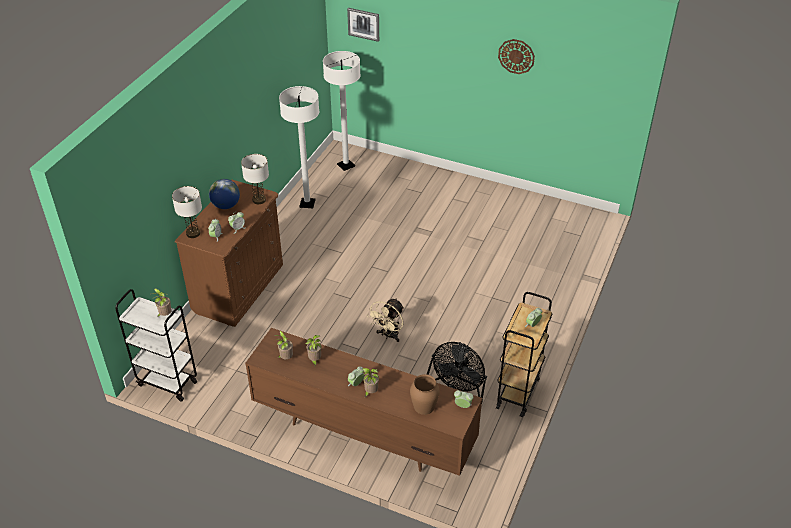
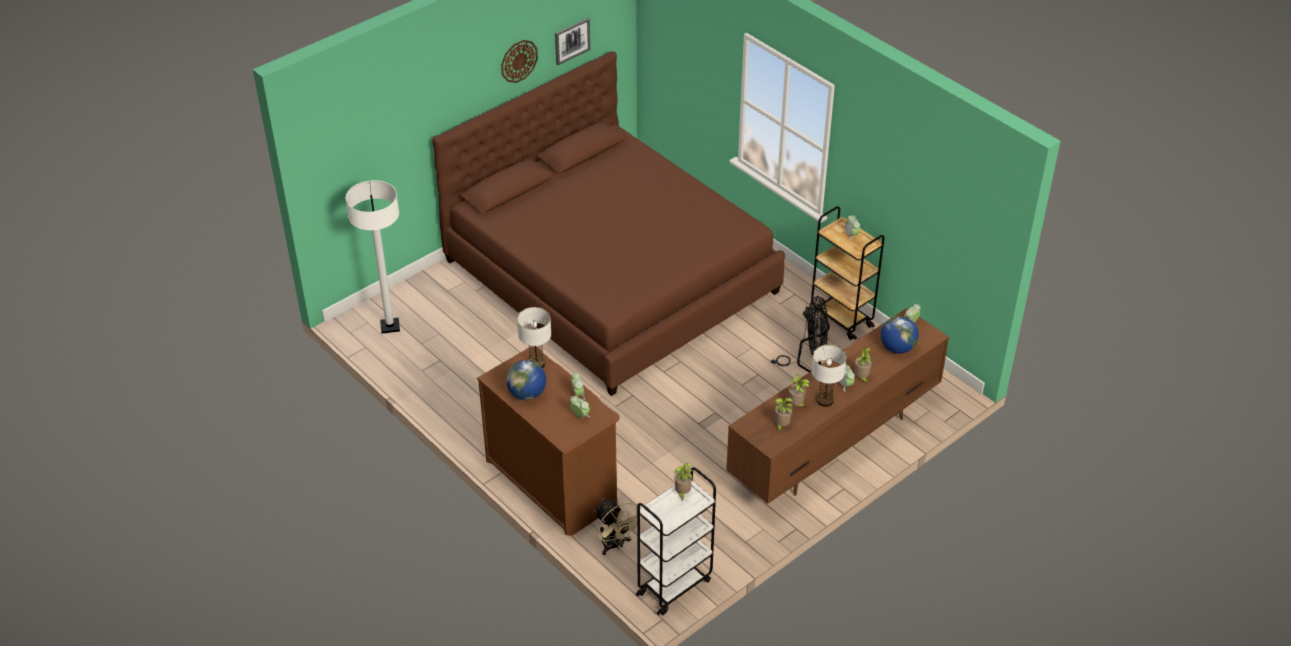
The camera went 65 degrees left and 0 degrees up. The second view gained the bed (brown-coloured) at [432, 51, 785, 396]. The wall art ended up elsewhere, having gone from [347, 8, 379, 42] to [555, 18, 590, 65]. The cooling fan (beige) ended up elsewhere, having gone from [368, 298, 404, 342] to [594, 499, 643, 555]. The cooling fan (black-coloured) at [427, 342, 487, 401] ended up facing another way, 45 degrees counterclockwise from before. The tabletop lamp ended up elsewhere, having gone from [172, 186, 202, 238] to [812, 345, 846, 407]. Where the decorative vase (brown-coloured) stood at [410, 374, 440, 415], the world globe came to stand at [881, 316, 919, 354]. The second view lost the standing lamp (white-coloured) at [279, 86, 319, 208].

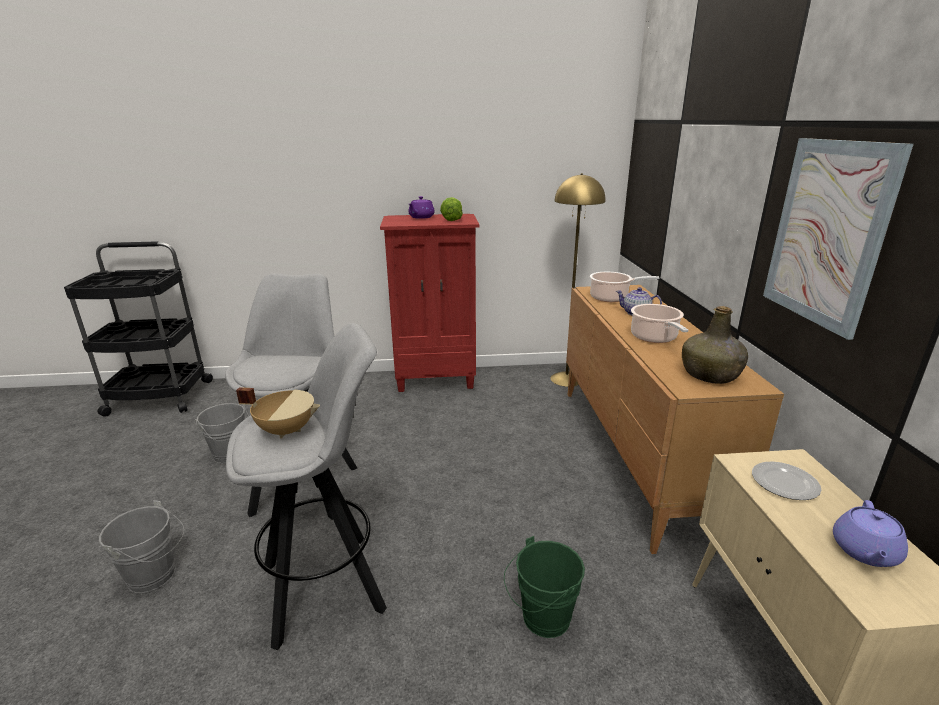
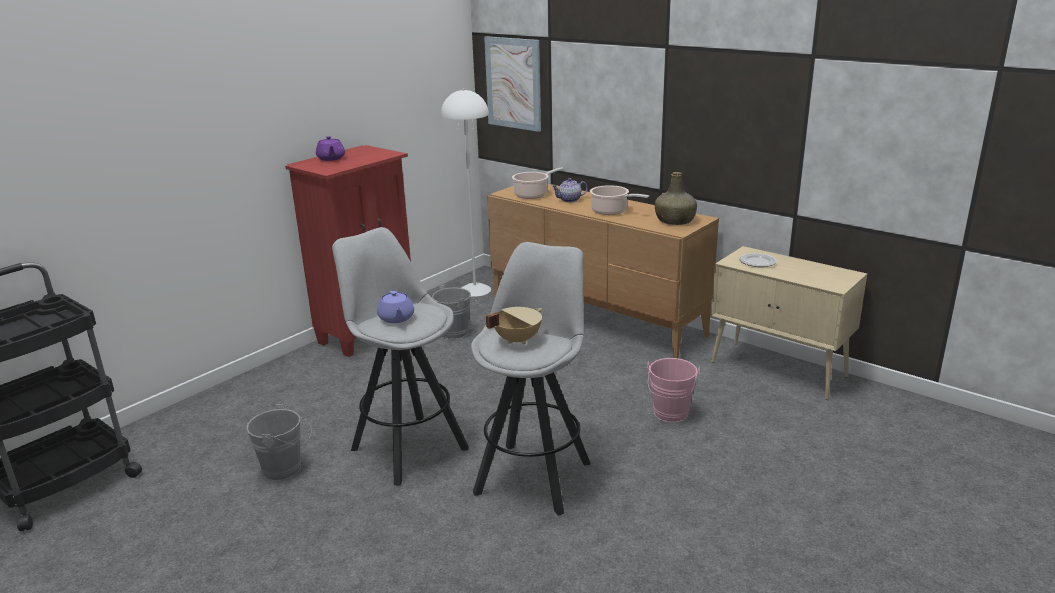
The camera went 45 degrees left and 0 degrees up. The teapot (purplish) ended up elsewhere, having gone from [833, 500, 908, 567] to [377, 291, 414, 323]. The water bucket (greyish) ended up elsewhere, having gone from [99, 500, 184, 593] to [432, 285, 479, 339]. What was the standing lamp (yellow) at [550, 173, 606, 387] turned into the standing lamp (white-coloured) at [441, 89, 491, 297]. The wall art ended up elsewhere, having gone from [763, 138, 914, 340] to [484, 36, 541, 132]. What was the water bucket (greenish) at [504, 536, 585, 638] turned into the water bucket (pinkish) at [647, 358, 700, 422]. The second view lost the head of lettuce at [440, 197, 463, 221].

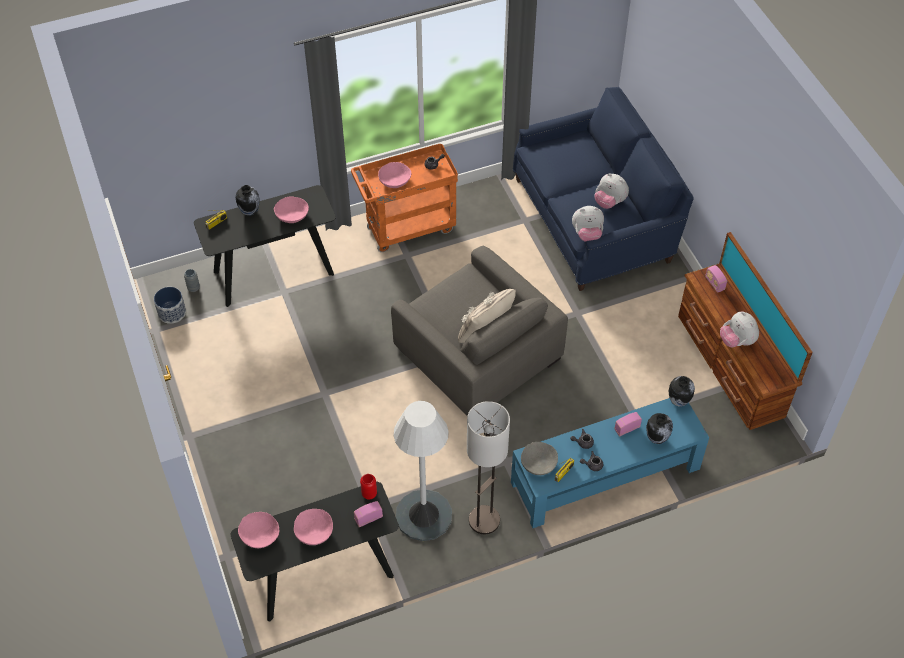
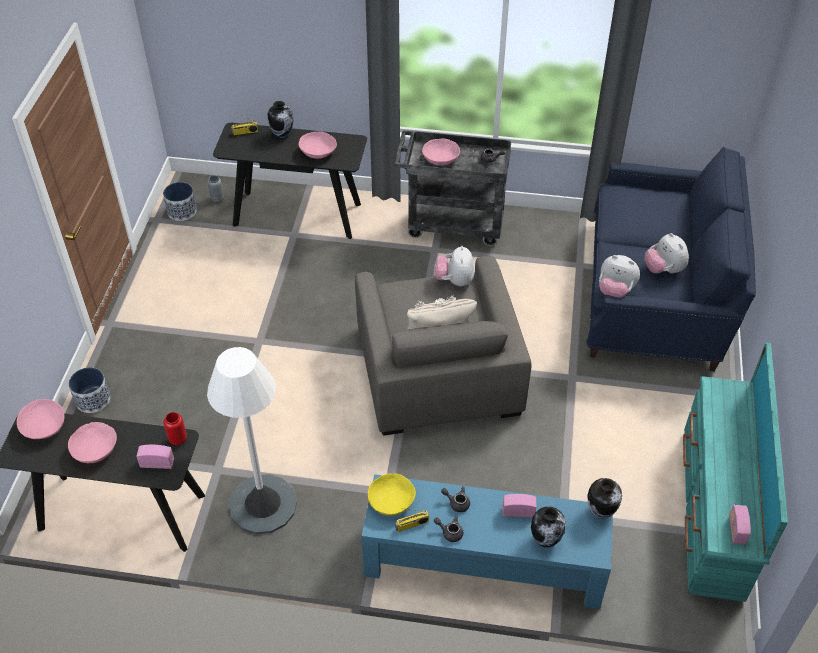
The camera went 30 degrees right and 5 degrees down. The second view gained the flower pot at [69, 367, 110, 413]. What was the deep dish (greyish) at [521, 442, 558, 475] turned into the deep dish (yellow) at [368, 473, 416, 516]. What was the wheeled cart (orange) at [351, 144, 458, 252] turned into the wheeled cart (black-coloured) at [395, 131, 511, 246]. The soft toy ended up elsewhere, having gone from [720, 312, 759, 347] to [435, 246, 475, 287]. What was the chest of drawers (brown-coloured) at [678, 232, 813, 430] turned into the chest of drawers (turquoise-coloured) at [683, 343, 788, 602]. The radio receiver ended up elsewhere, having gone from [705, 265, 727, 293] to [729, 505, 751, 545]. The second view lost the standing lamp at [467, 401, 510, 534].

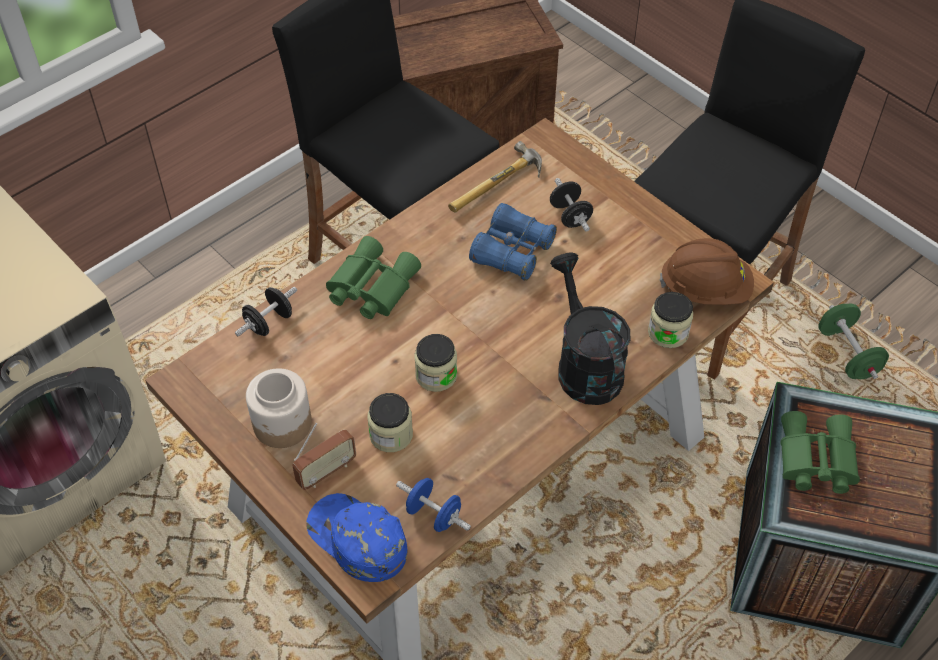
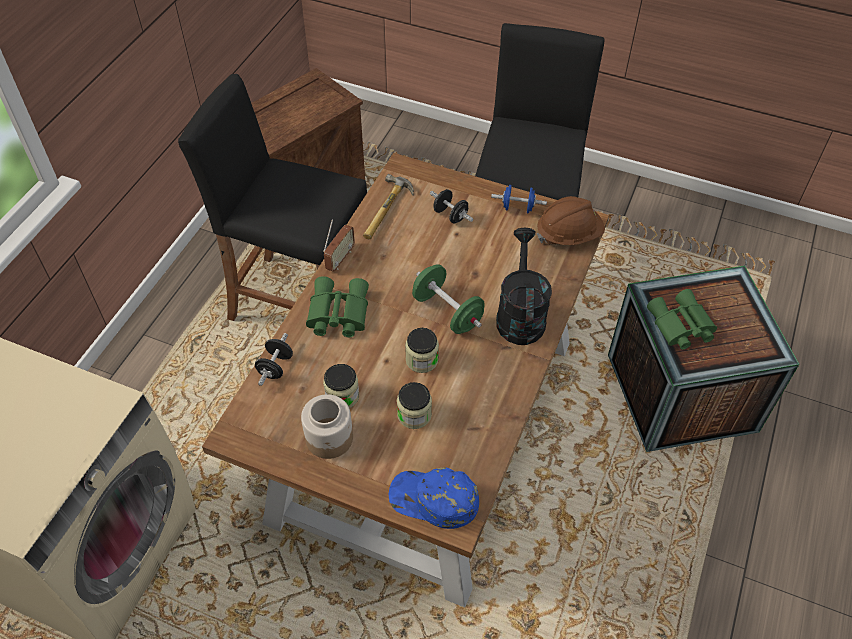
The camera went 25 degrees left and 0 degrees up. The radio receiver ended up elsewhere, having gone from [292, 423, 356, 490] to [323, 220, 355, 272]. The storage jar ended up elsewhere, having gone from [648, 292, 693, 348] to [323, 364, 359, 408]. The dumbbell (greenish) ended up elsewhere, having gone from [818, 304, 889, 379] to [412, 264, 485, 334]. The dumbbell (bluish) ended up elsewhere, having gone from [396, 478, 471, 532] to [491, 185, 547, 213]. The watering can (black-coloured) at [550, 252, 631, 405] ended up facing another way, 45 degrees clockwise from before. The second view lost the binoculars (bluish) at [469, 203, 557, 281].

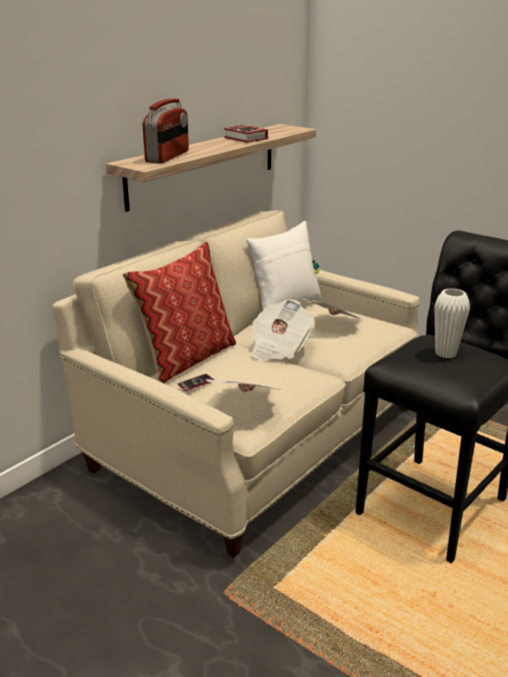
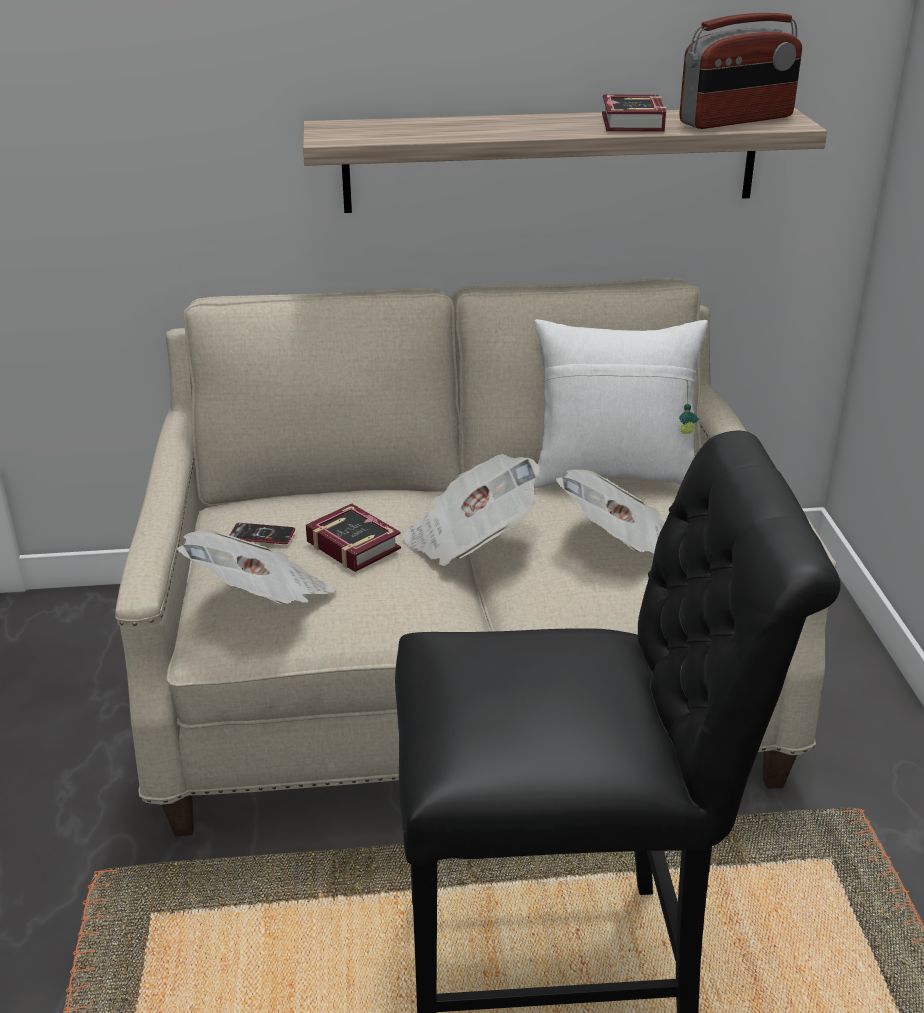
The camera went 45 degrees right and 5 degrees up. The second view gained the book at [306, 503, 401, 572]. The radio receiver ended up elsewhere, having gone from [142, 99, 189, 164] to [680, 13, 802, 129]. The second view lost the throw pillow at [123, 241, 236, 383]. The second view lost the decorative vase (white-coloured) at [435, 288, 470, 358].

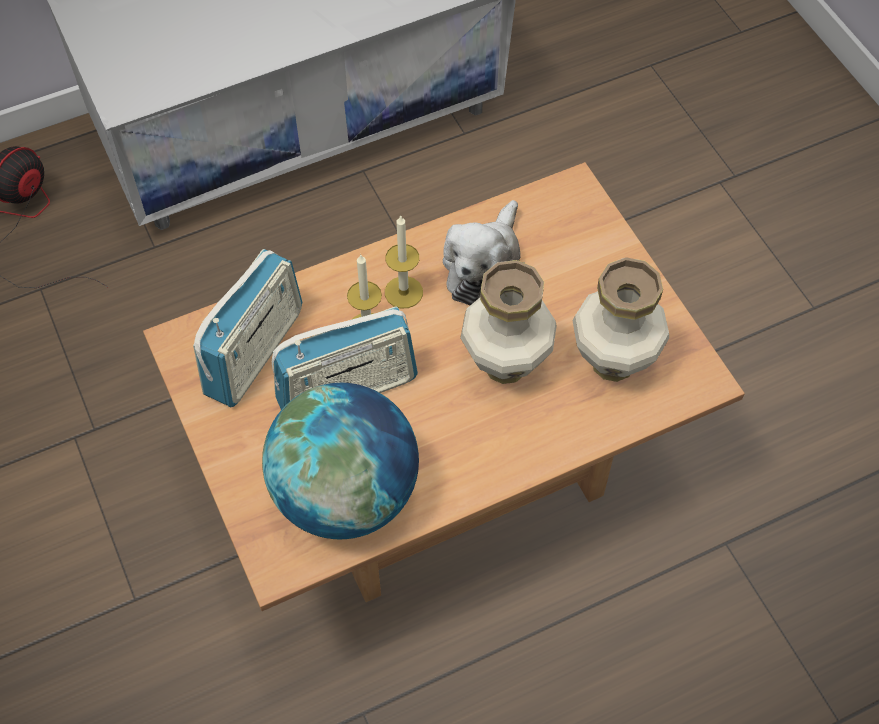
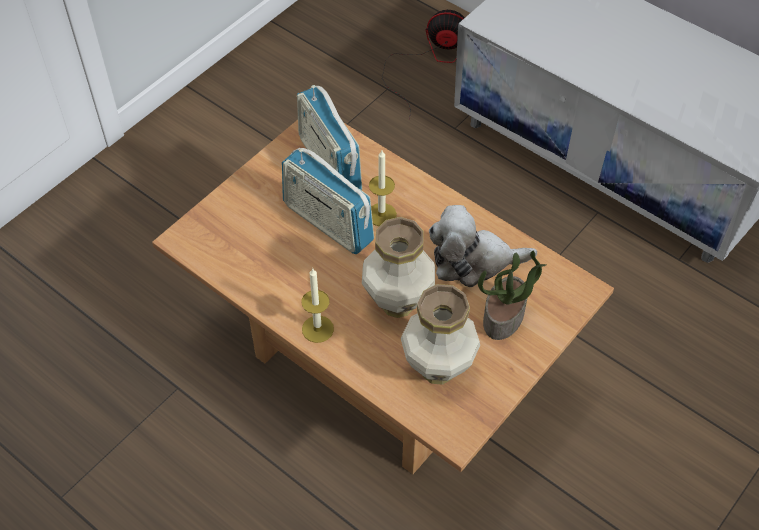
The camera went 65 degrees right and 5 degrees down. The radio receiver at [193, 249, 302, 407] ended up facing another way, 60 degrees clockwise from before. The wax candle ended up elsewhere, having gone from [385, 215, 423, 308] to [302, 269, 334, 343]. The second view gained the potted plant at [478, 251, 546, 340]. The second view lost the world globe at [262, 383, 419, 539].

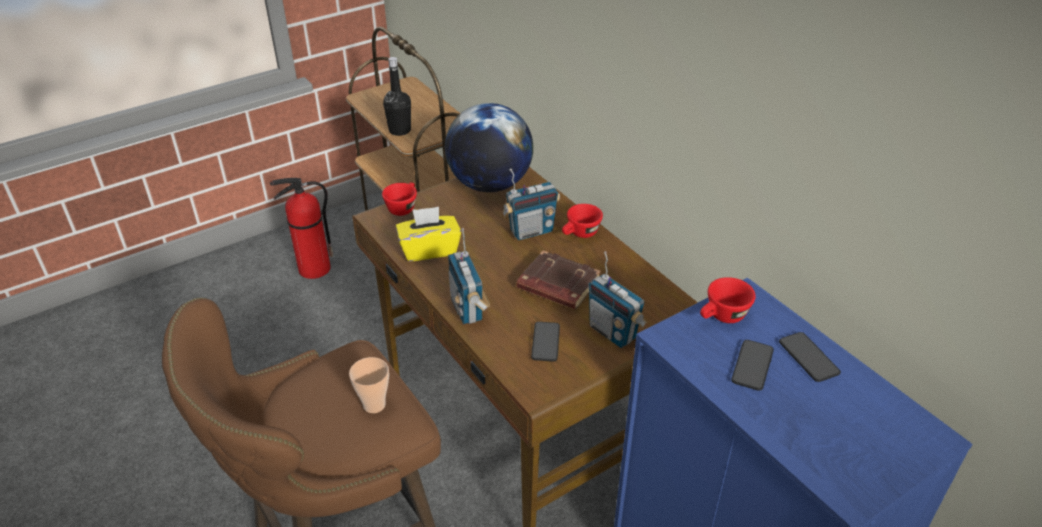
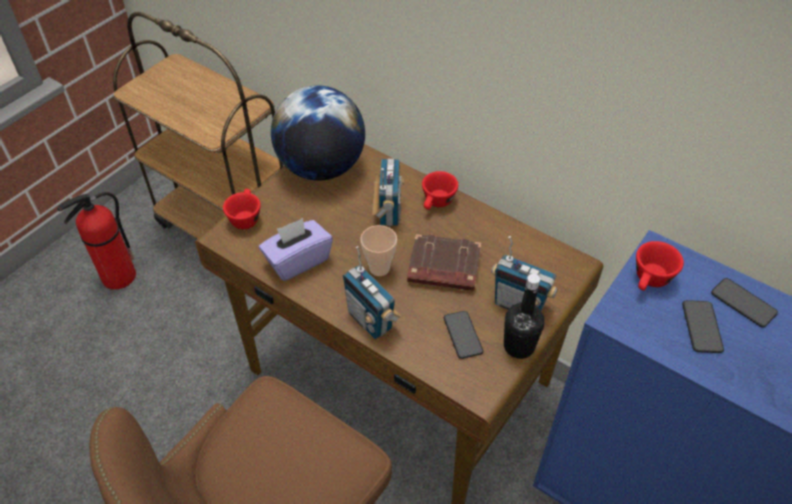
The camera went 20 degrees left and 10 degrees up. What was the tissue holder (yellow) at [396, 207, 461, 261] turned into the tissue holder (purplish) at [259, 218, 333, 281]. The drinking cup ended up elsewhere, having gone from [349, 357, 389, 413] to [360, 225, 397, 276]. The radio receiver at [502, 169, 560, 240] ended up facing another way, 45 degrees counterclockwise from before. The beverage bottle (black-coloured) ended up elsewhere, having gone from [383, 57, 411, 136] to [504, 274, 545, 359].

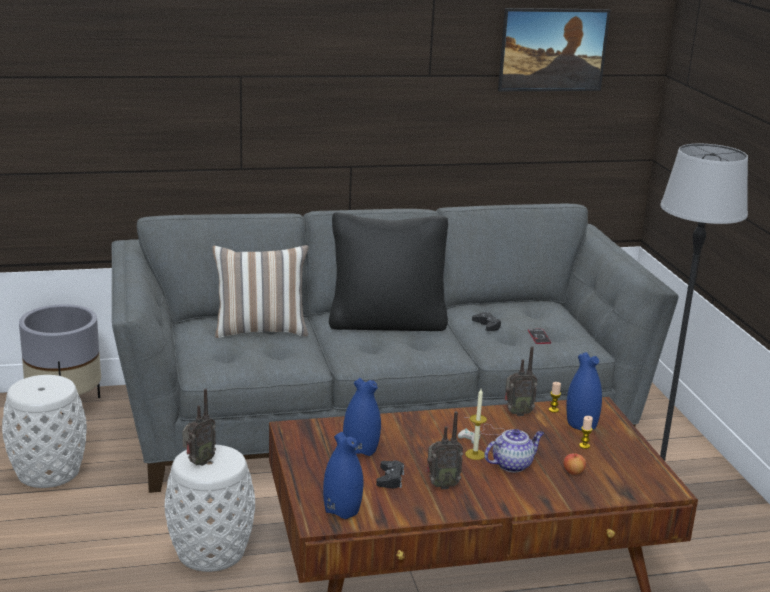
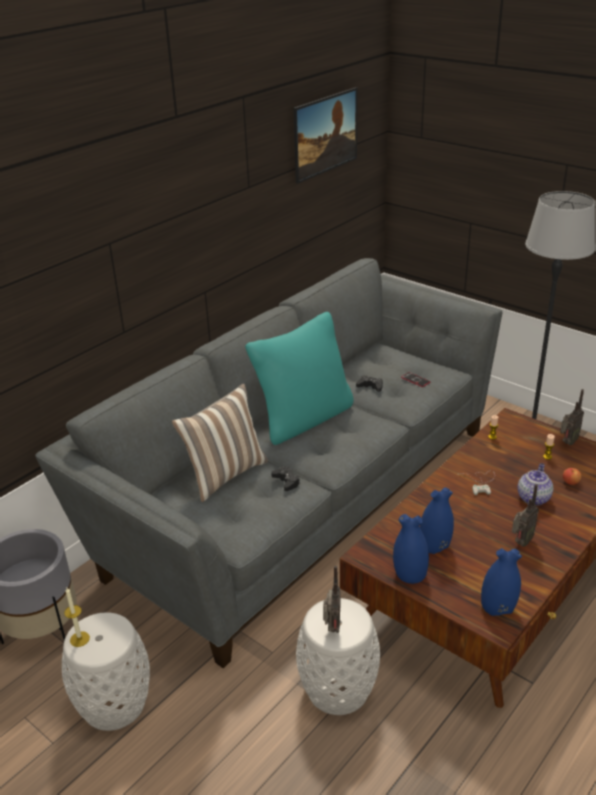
The camera went 35 degrees left and 10 degrees up. The wax candle ended up elsewhere, having gone from [465, 389, 487, 460] to [64, 588, 90, 647]. What was the throw pillow (black-coloured) at [329, 212, 448, 331] turned into the throw pillow (turquoise-coloured) at [245, 312, 354, 445]. The game controller (black-coloured) ended up elsewhere, having gone from [376, 461, 404, 489] to [271, 466, 300, 491]. The decorative vase (bluish) ended up elsewhere, having gone from [566, 352, 602, 430] to [393, 514, 429, 584]. The radio receiver ended up elsewhere, having gone from [505, 346, 538, 416] to [560, 389, 584, 445].

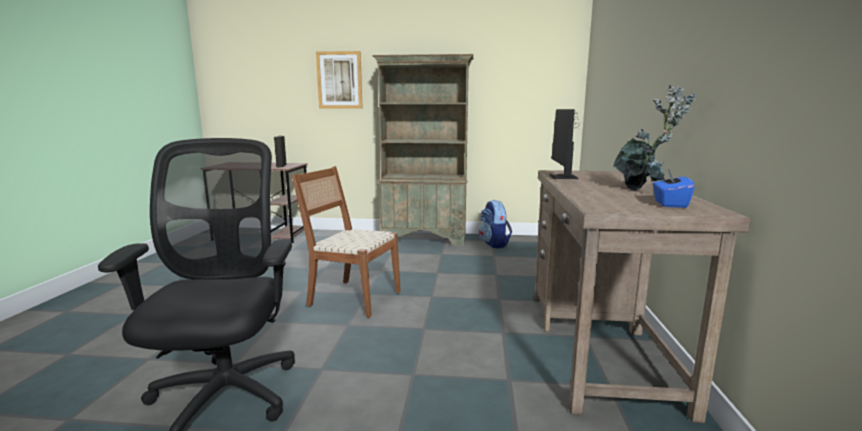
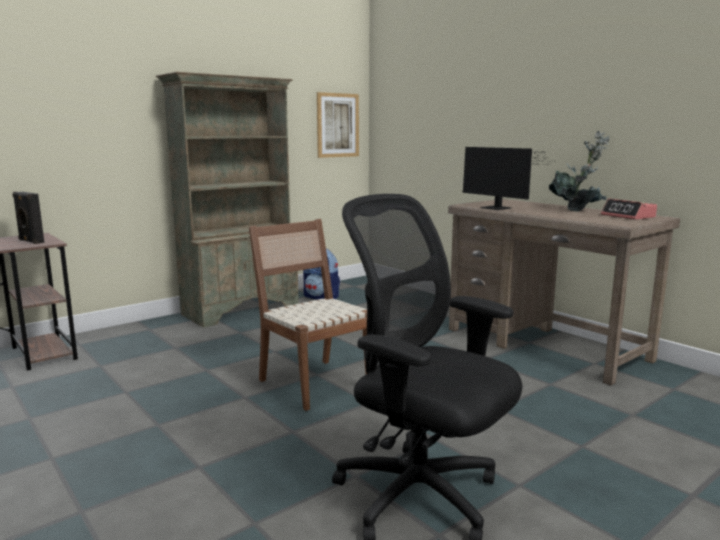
The camera went 45 degrees left and 0 degrees up. The chair at [292, 166, 401, 318] ended up facing another way, 75 degrees clockwise from before. The wall art ended up elsewhere, having gone from [316, 51, 363, 108] to [317, 92, 359, 158]. Where the tissue holder (bluish) stood at [653, 169, 695, 208], the bedside clock came to stand at [601, 199, 657, 220].

